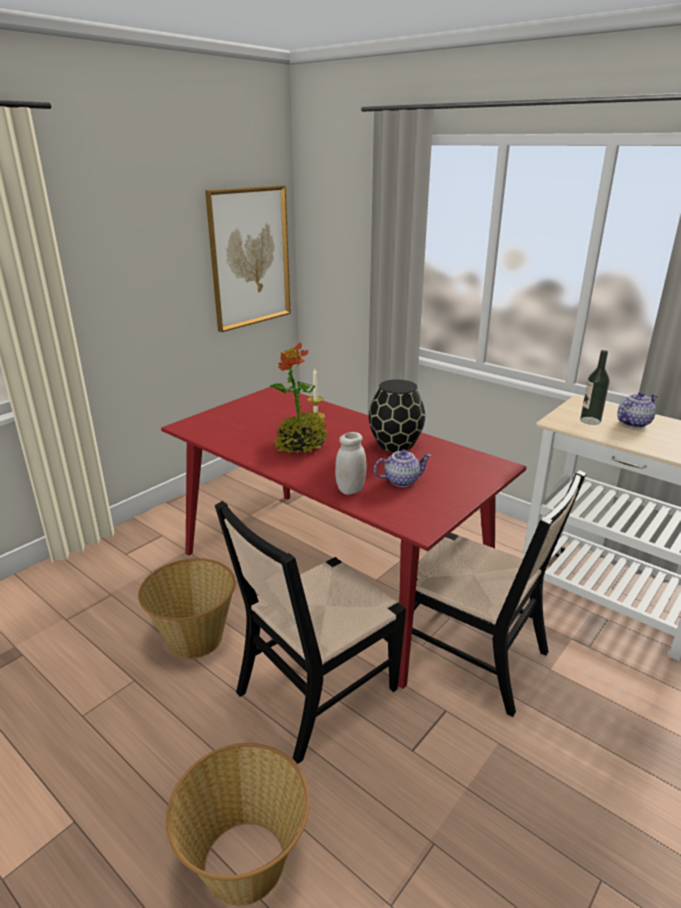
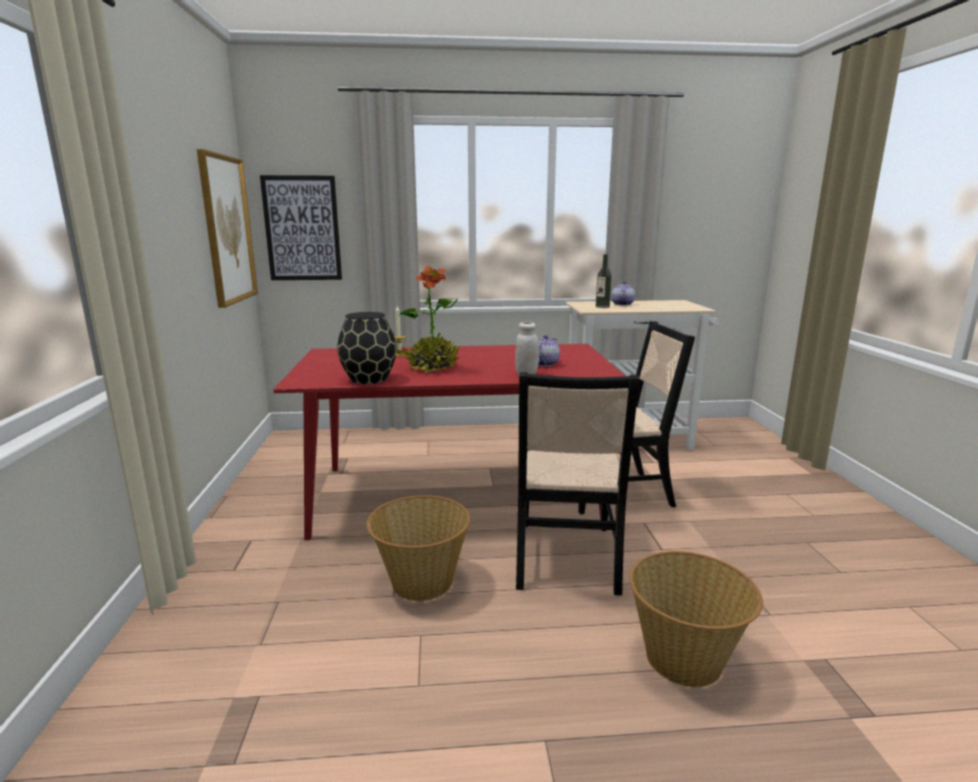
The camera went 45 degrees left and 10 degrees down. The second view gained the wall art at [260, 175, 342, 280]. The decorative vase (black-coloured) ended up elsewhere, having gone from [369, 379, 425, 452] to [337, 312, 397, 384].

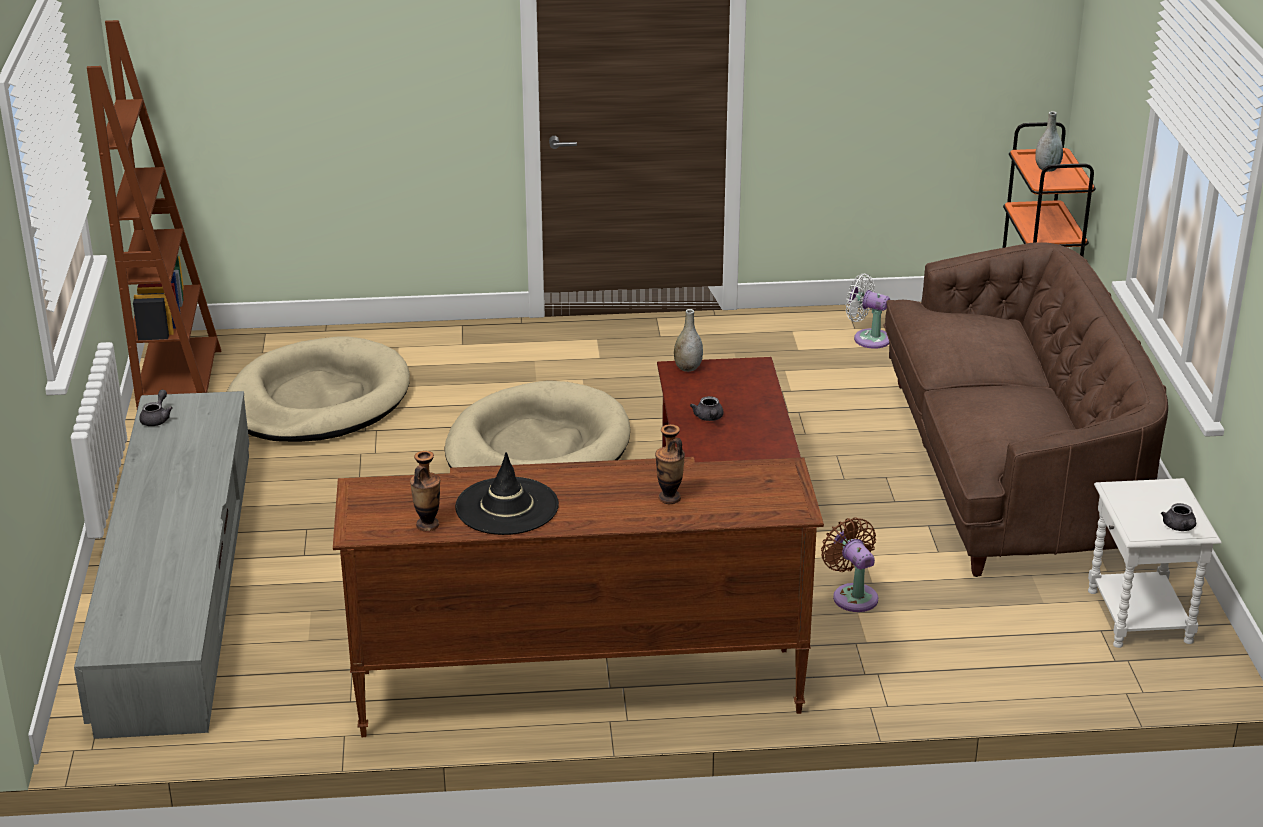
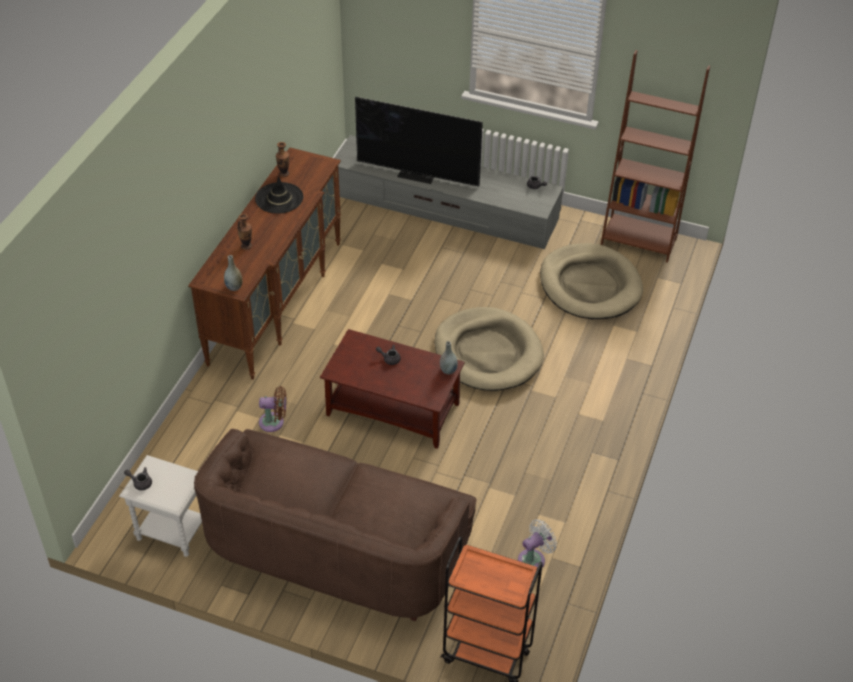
The camera went 115 degrees right and 15 degrees up. The decorative vase (greyish) ended up elsewhere, having gone from [1035, 111, 1063, 172] to [224, 255, 242, 291]. The second view gained the television at [355, 97, 483, 186].

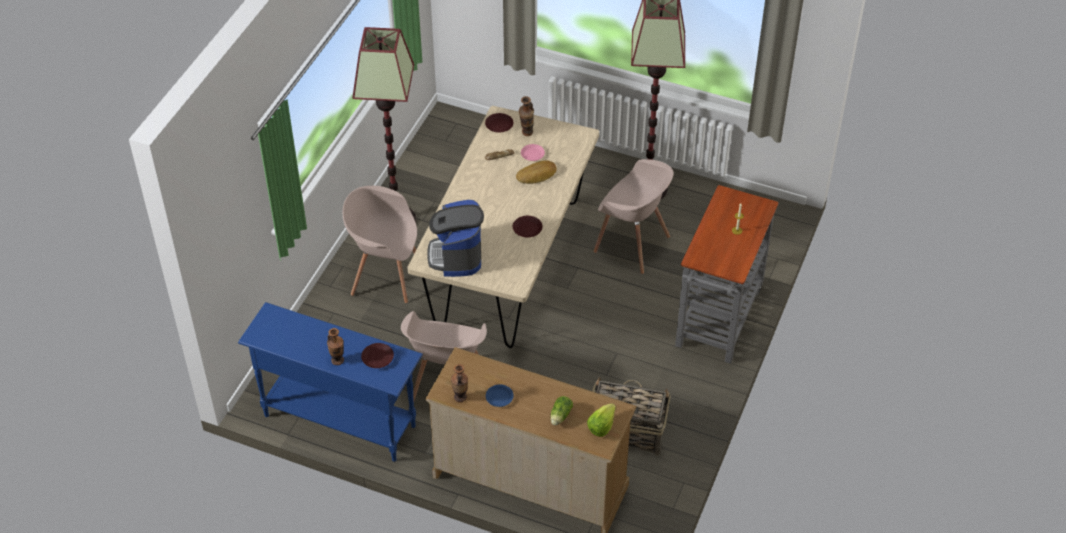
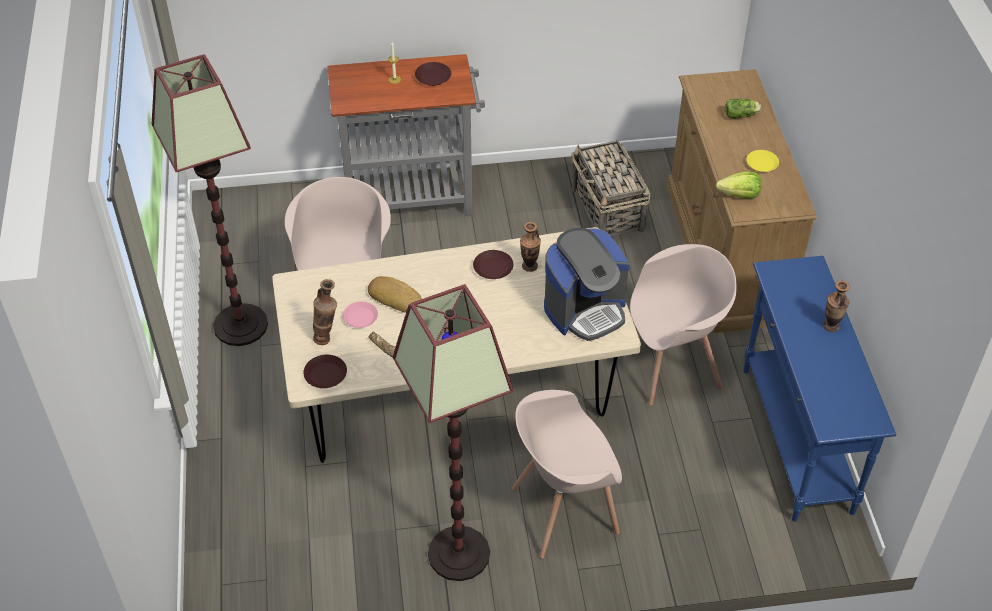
The camera went 120 degrees left and 0 degrees up. The flat dish (brown-coloured) ended up elsewhere, having gone from [361, 343, 394, 368] to [415, 62, 451, 86]. The chair (beige) at [343, 186, 417, 303] ended up facing another way, 90 degrees clockwise from before. The decorative vase ended up elsewhere, having gone from [451, 364, 468, 402] to [520, 222, 541, 272]. The head of lettuce ended up elsewhere, having gone from [587, 403, 616, 437] to [716, 171, 762, 199]. What was the flat dish (bluish) at [486, 384, 514, 407] turned into the flat dish (yellow) at [747, 150, 779, 172].

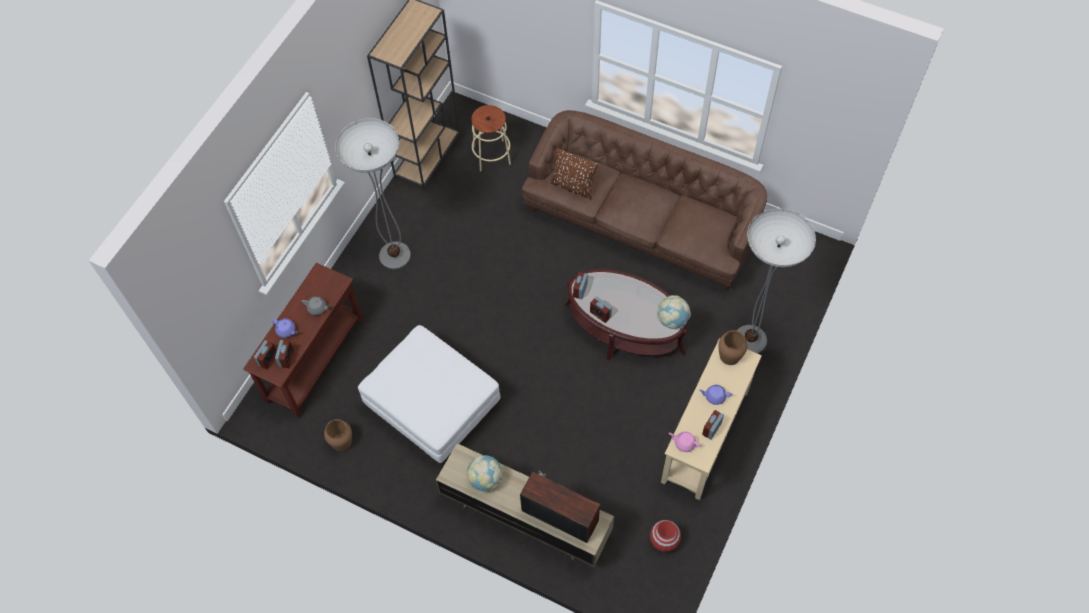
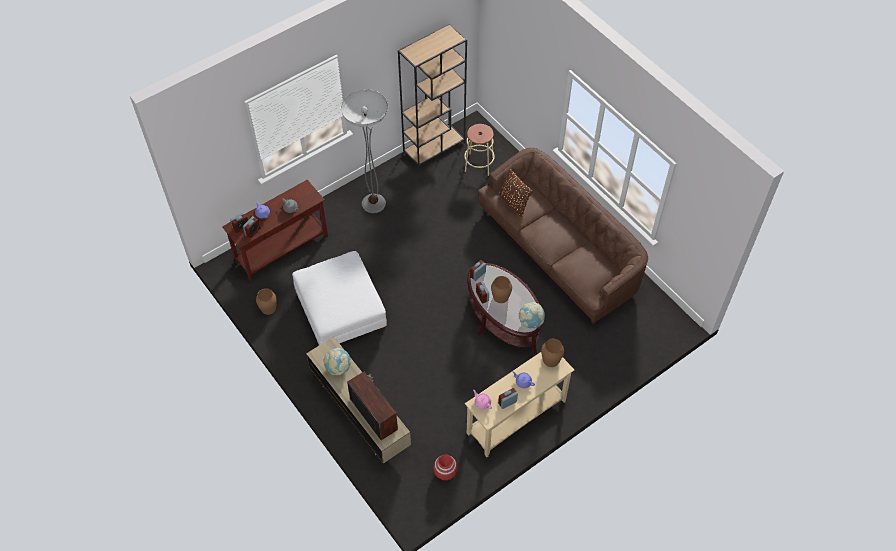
The camera went 25 degrees right and 5 degrees down. The second view gained the decorative vase (brown-coloured) at [491, 276, 512, 303]. The second view lost the standing lamp at [737, 208, 816, 354].

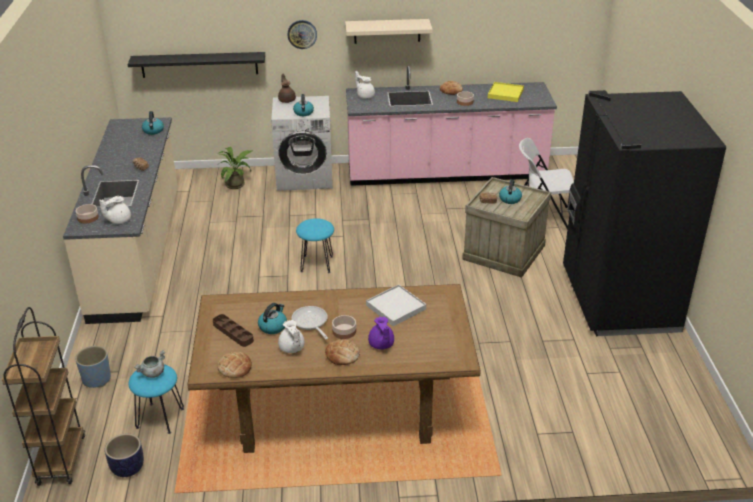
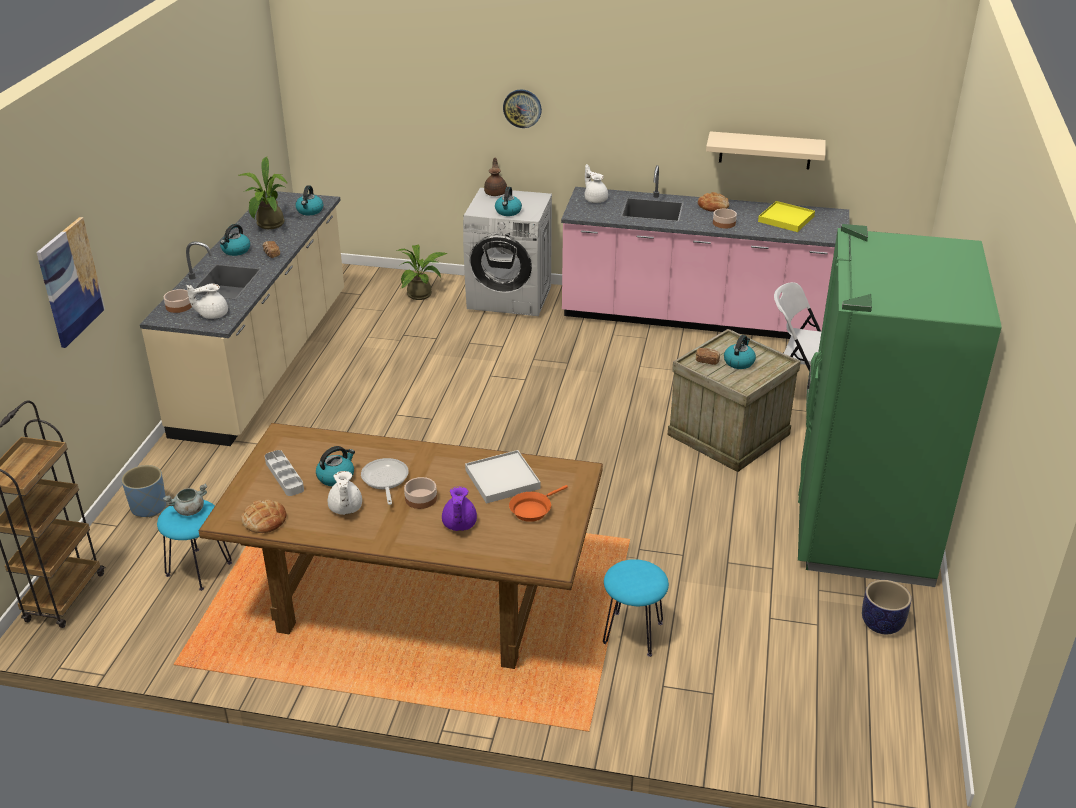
The camera went 15 degrees right and 0 degrees up. The second view gained the wall art at [36, 217, 105, 348]. The second view gained the water kettle at [220, 224, 250, 256]. The second view gained the potted plant at [238, 157, 287, 229]. What was the tray (brown-coloured) at [213, 314, 254, 347] turned into the tray (greyish) at [265, 450, 304, 496]. The second view gained the frying pan (orange) at [509, 485, 568, 522]. The sitting stool (turquoise-coloured) ended up elsewhere, having gone from [296, 218, 334, 273] to [603, 559, 669, 657]. The bracket shelf (beige) ended up elsewhere, having gone from [345, 19, 433, 44] to [706, 131, 826, 169]. What was the fridge (black-coloured) at [563, 90, 726, 336] turned into the fridge (greenish) at [798, 224, 1002, 587]. The flower pot ended up elsewhere, having gone from [105, 434, 144, 477] to [862, 580, 911, 635]. The second view lost the bracket shelf (black-coloured) at [128, 52, 265, 78]. The second view lost the baked bread at [325, 339, 360, 365].

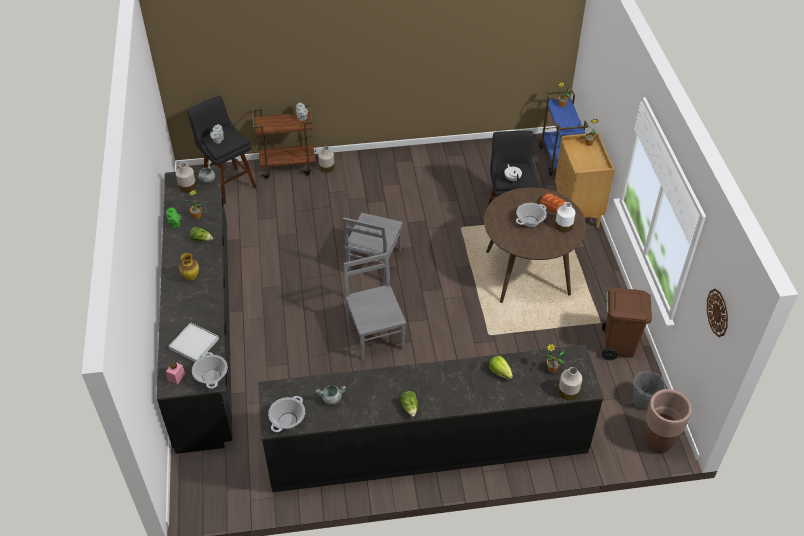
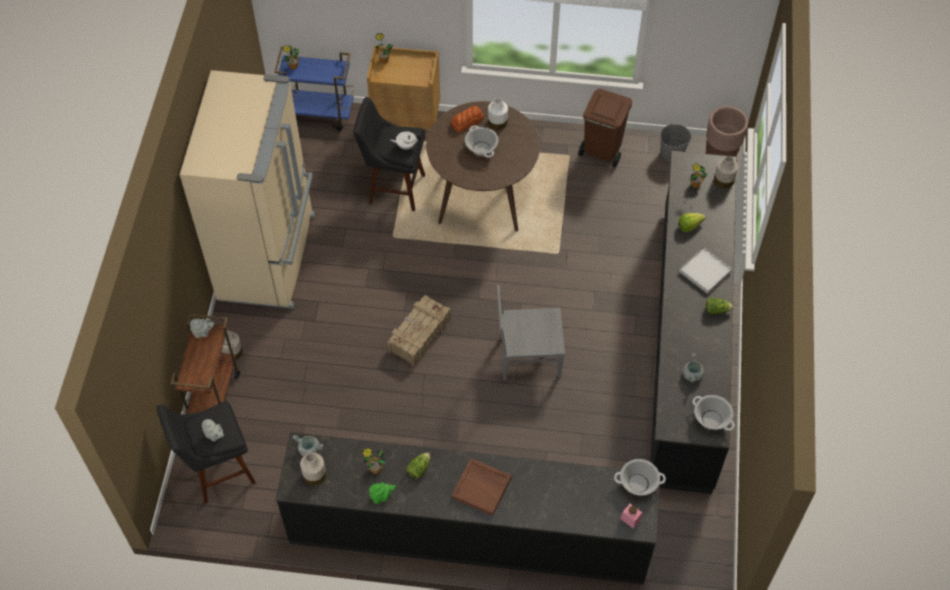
The camera went 75 degrees left and 10 degrees up. The second view gained the fridge (beige) at [180, 70, 315, 309]. Where the chair (greyish) stood at [343, 213, 403, 283], the crate came to stand at [387, 295, 451, 367]. Where the decorative vase stood at [179, 253, 199, 281], the tray (brown-coloured) came to stand at [451, 458, 512, 516]. The tray (white-coloured) ended up elsewhere, having gone from [168, 322, 219, 362] to [679, 247, 732, 294]. The second view lost the wall clock at [707, 288, 728, 337].

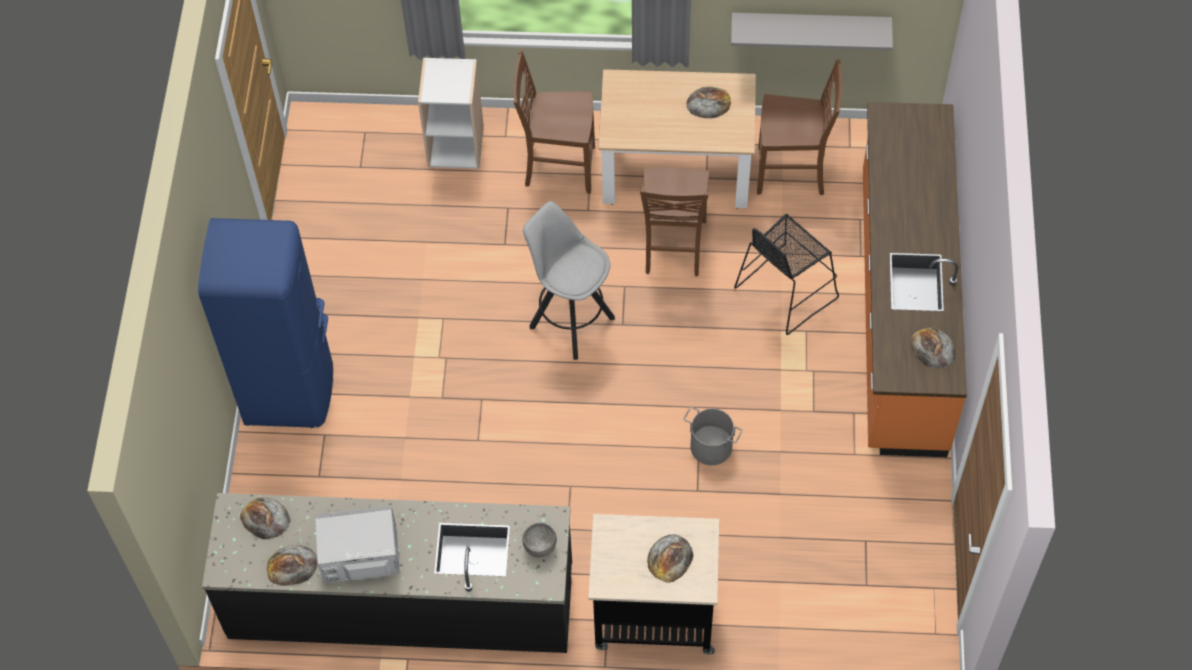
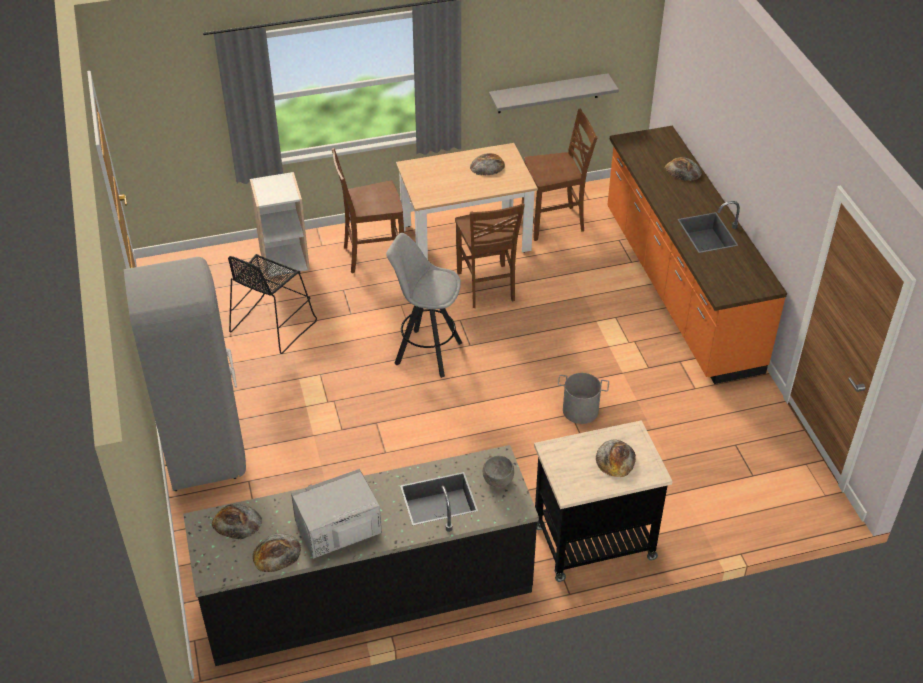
The camera went 20 degrees left and 15 degrees down. What was the fridge (bluish) at [198, 218, 333, 428] turned into the fridge (greyish) at [124, 257, 246, 491]. The sitting stool (black-coloured) ended up elsewhere, having gone from [734, 214, 839, 335] to [228, 254, 317, 354]. The baked bread ended up elsewhere, having gone from [910, 328, 956, 369] to [664, 157, 702, 181].

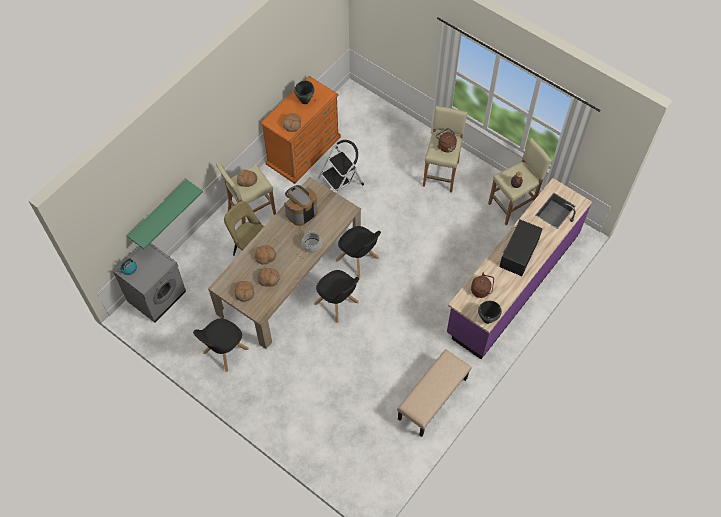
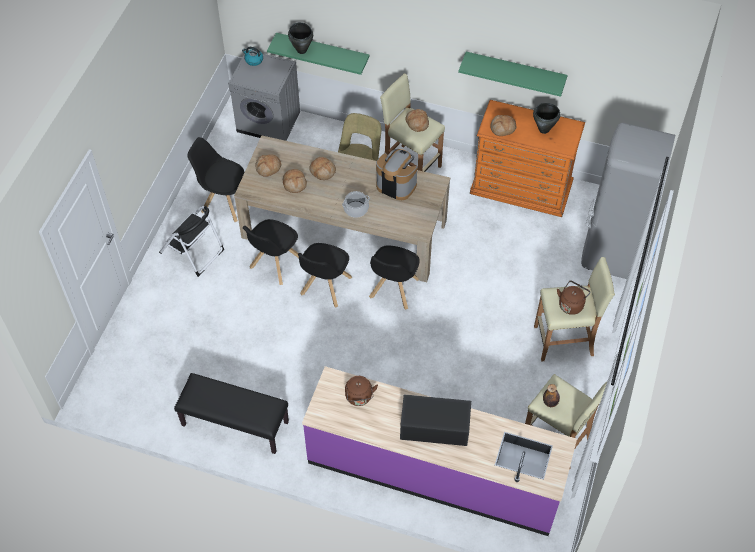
The camera went 70 degrees right and 5 degrees down. The step stool ended up elsewhere, having gone from [316, 140, 364, 194] to [159, 206, 224, 277]. What was the indoor bench (beige) at [397, 349, 472, 437] turned into the indoor bench (black-coloured) at [174, 373, 289, 454]. The second view gained the chair (black-coloured) at [243, 219, 299, 285]. The saucepot (black-coloured) ended up elsewhere, having gone from [478, 301, 502, 324] to [288, 22, 313, 54]. The second view gained the bracket shelf (greenish) at [458, 52, 568, 97]. The second view gained the fridge (greyish) at [581, 123, 675, 279].

